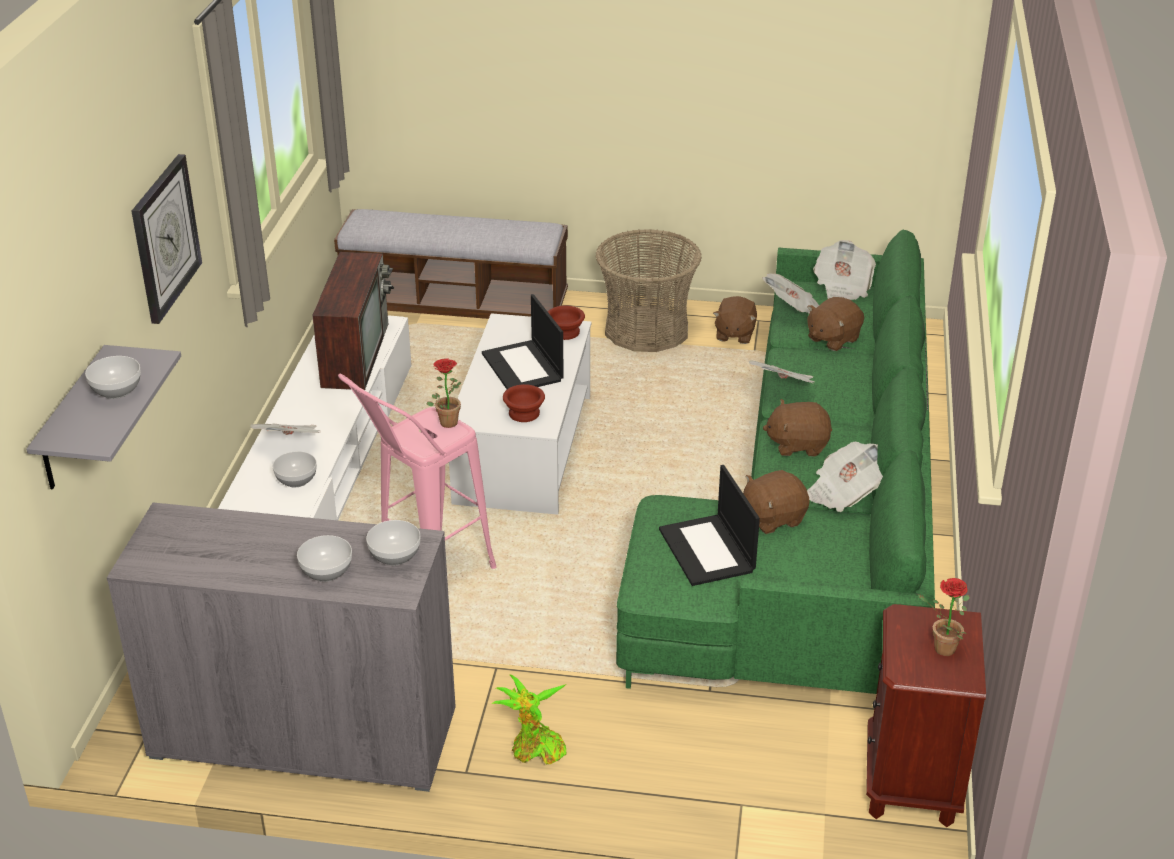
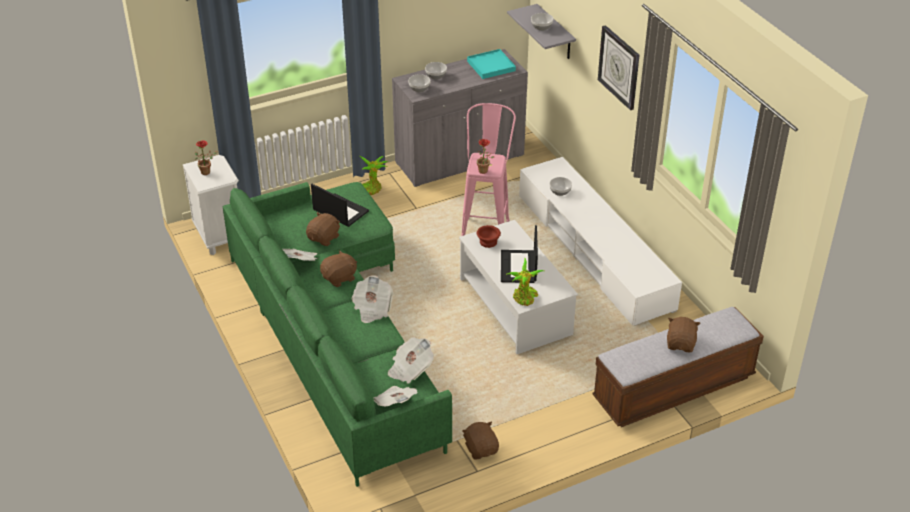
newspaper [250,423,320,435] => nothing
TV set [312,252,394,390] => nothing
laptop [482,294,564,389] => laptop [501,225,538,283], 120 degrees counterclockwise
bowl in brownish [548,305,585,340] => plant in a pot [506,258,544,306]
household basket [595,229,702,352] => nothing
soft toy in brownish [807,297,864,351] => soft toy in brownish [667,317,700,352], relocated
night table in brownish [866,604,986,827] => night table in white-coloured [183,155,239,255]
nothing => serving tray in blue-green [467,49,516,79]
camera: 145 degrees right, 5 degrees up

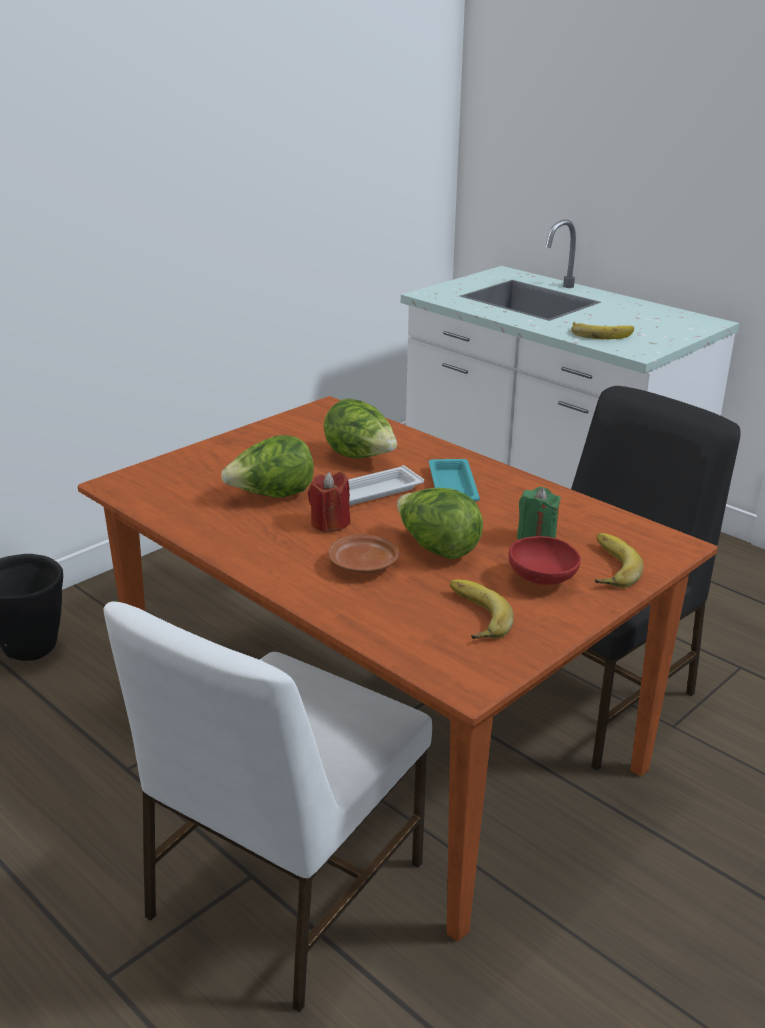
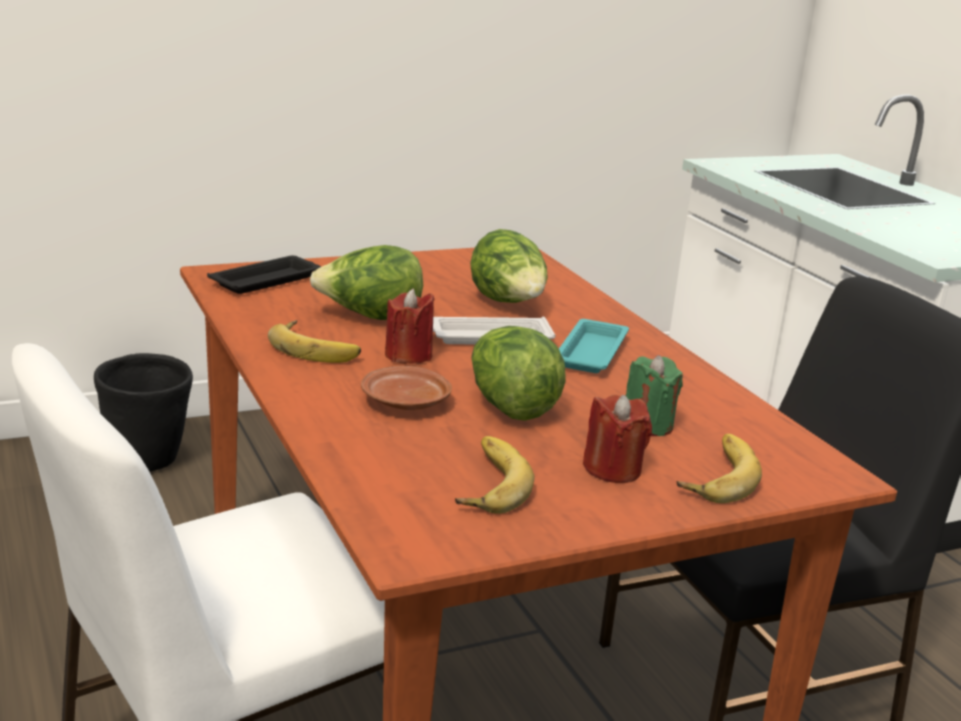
bowl in reddish [509,536,581,585] => candle in reddish [583,395,652,483]
banana [571,321,634,339] => banana [268,320,361,363], relocated
nothing => serving tray in blackish [207,256,321,294]
camera: 20 degrees right, 5 degrees down

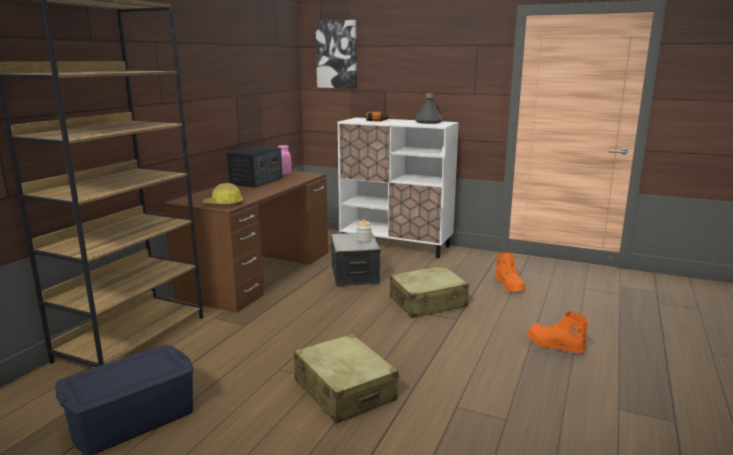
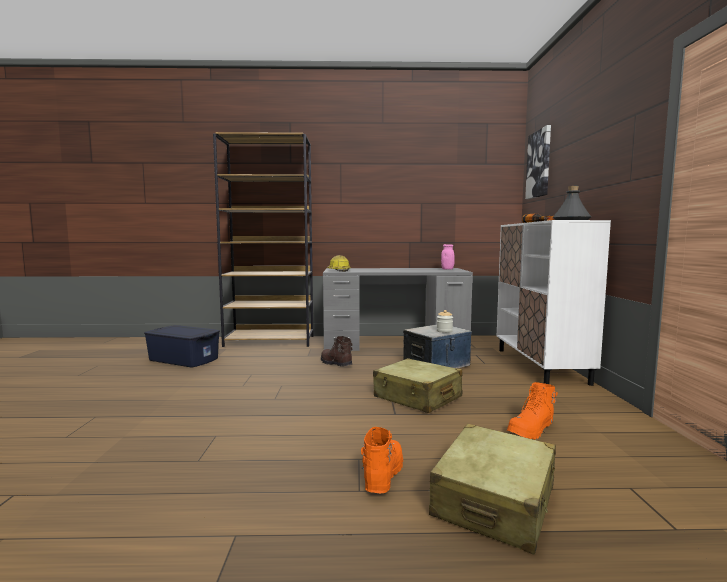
desk table in brownish [163,171,328,313] => desk table in gray [323,268,473,351]
radio set [227,146,283,187] => nothing
travel case in beige [294,333,399,423] => travel case in beige [429,424,556,555], relocated
nothing => tall boot in brownish [321,336,353,367]
camera: 65 degrees right, 10 degrees down

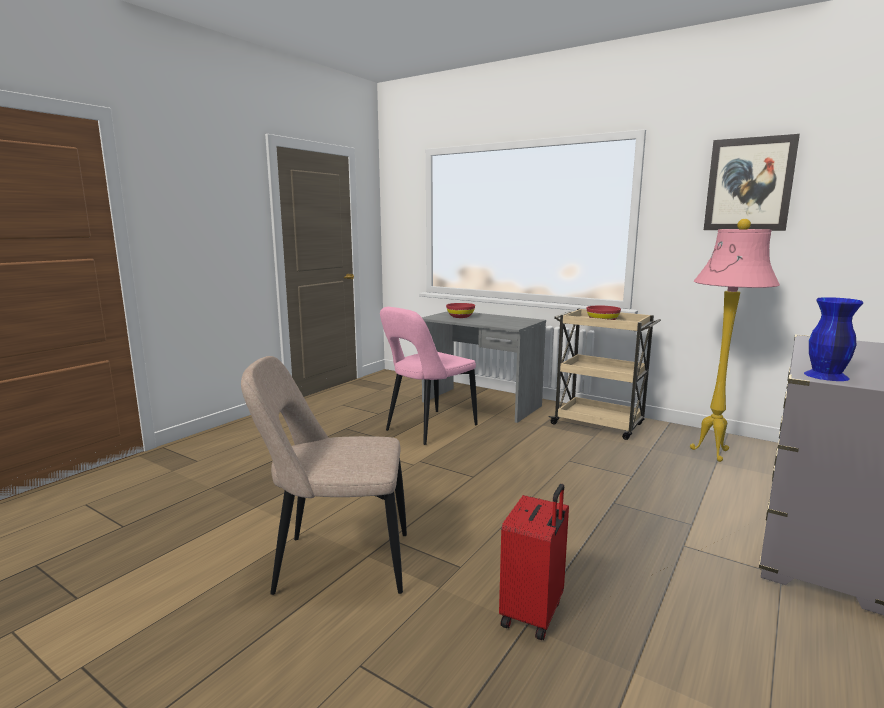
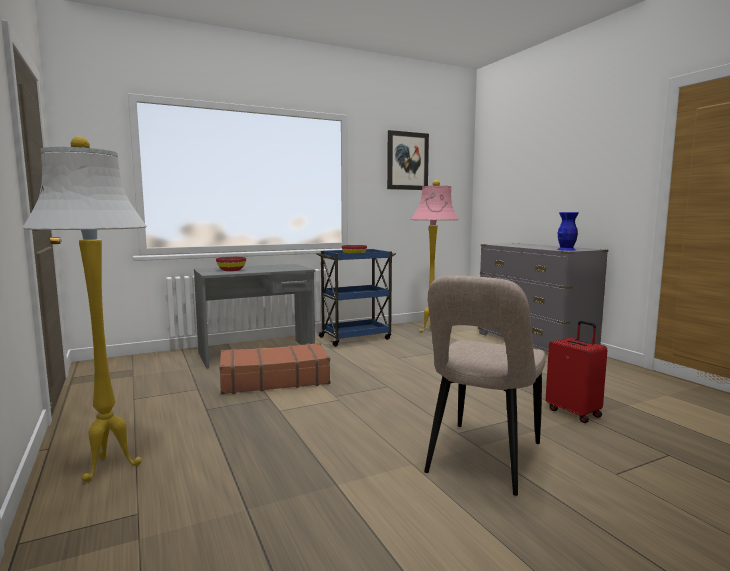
plain chair in pink [380,307,477,445] => travel case in brownish [219,343,331,394]
wheeled cart in beige [548,309,661,440] => wheeled cart in blue-coloured [316,249,396,347]
nothing => floor lamp in white-coloured [22,136,147,482]
camera: 60 degrees left, 5 degrees down

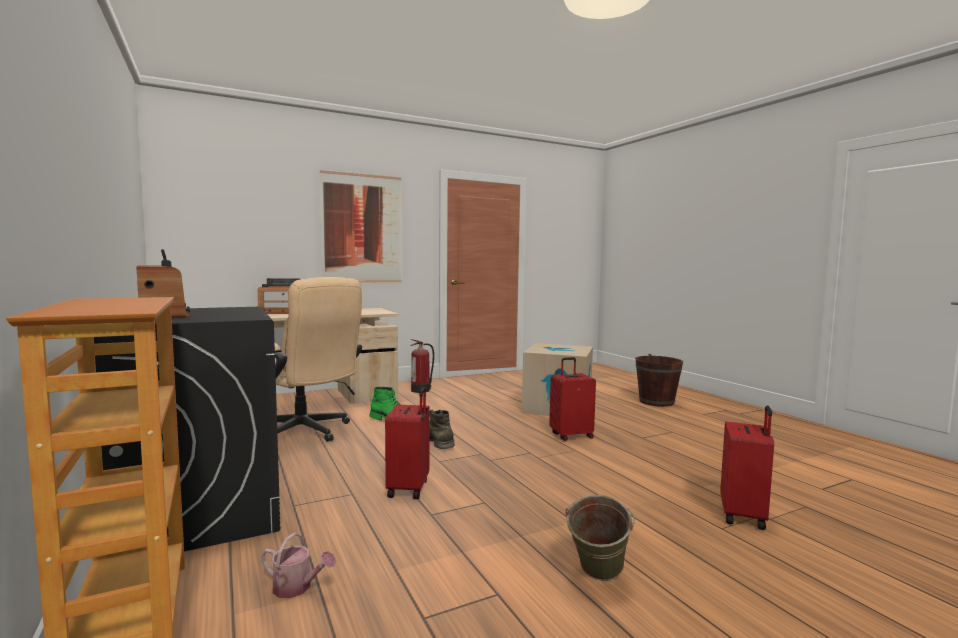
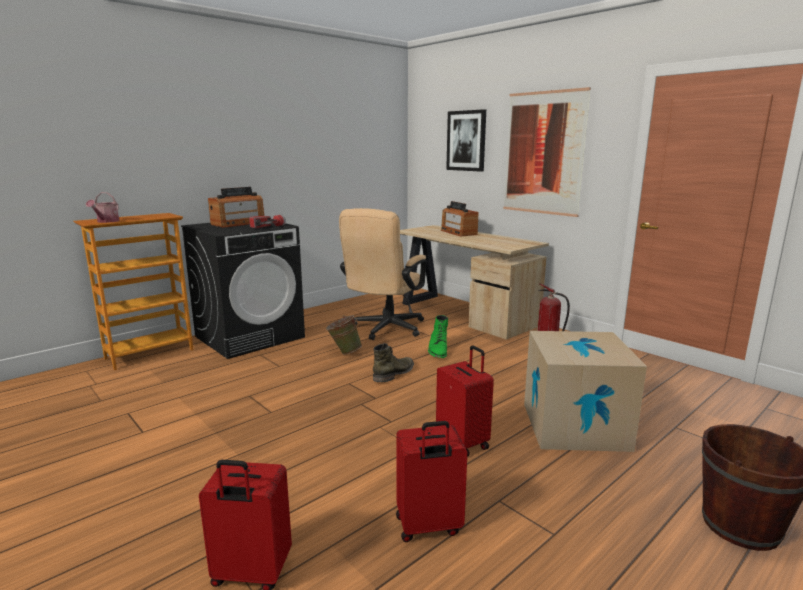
sprinkling can [261,533,336,598] => sprinkling can [86,192,120,223], relocated
travel case in reddish [385,387,430,499] => travel case in reddish [396,421,467,542], relocated
water bucket in green-coloured [565,495,635,581] => water bucket in green-coloured [326,315,362,354], relocated
nothing => flashlight [249,214,286,229]
nothing => wall art [446,109,486,172]
camera: 75 degrees right, 10 degrees up

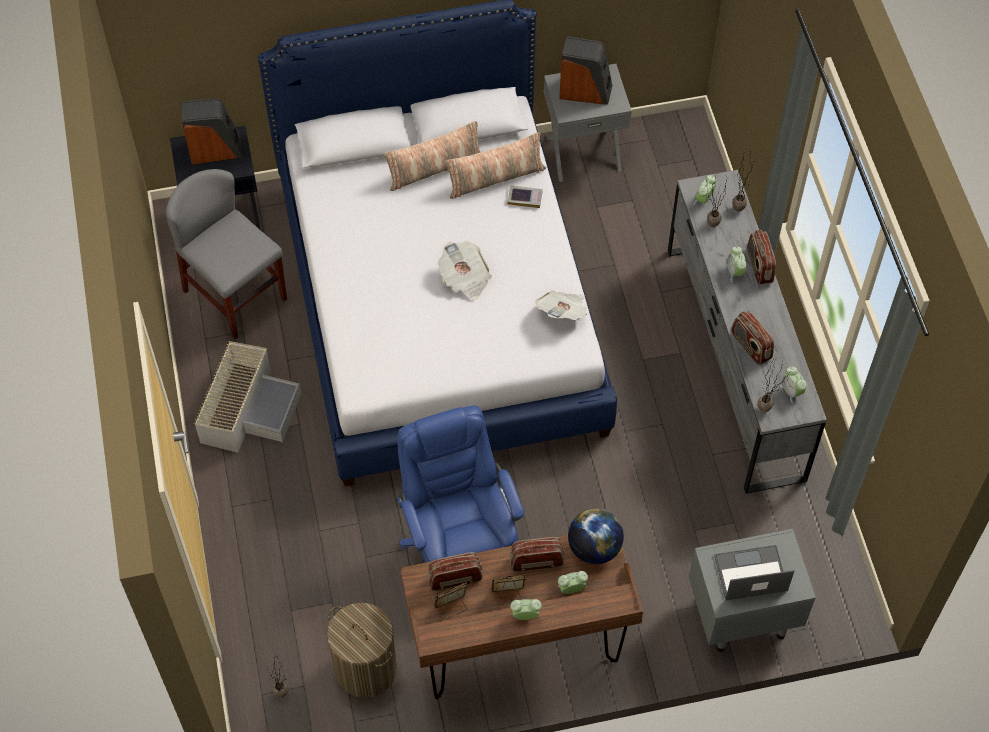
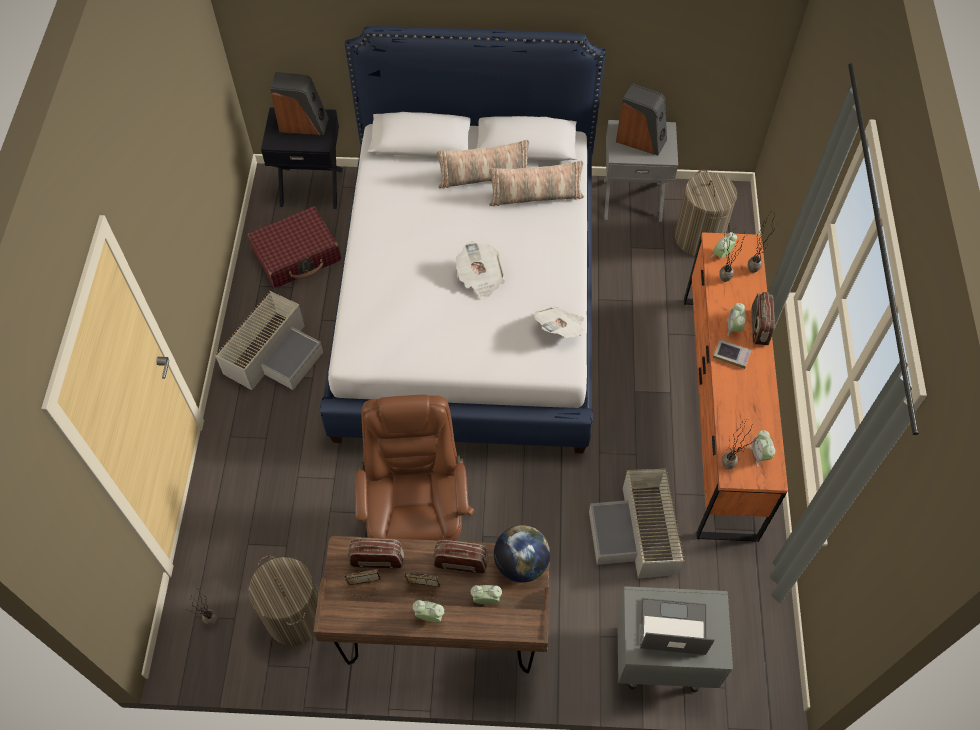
plain chair in gray [166,169,287,339] => travel case in reddish [248,206,341,288]
computer chair in blue-coloured [397,405,524,563] => computer chair in brownish [355,395,475,541]
volume [508,185,543,208] => volume [713,339,752,369], relocated
dresser in gray [668,170,827,494] => dresser in orange-coloured [684,232,788,542]
radio set [731,311,774,365] => nothing
nothing => storage box in gray [589,469,685,579]
nothing => washing basket [675,170,737,256]
camera: 15 degrees right, 0 degrees up

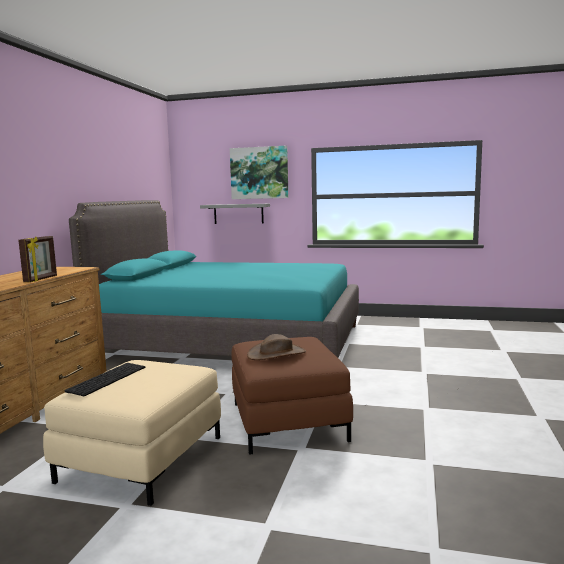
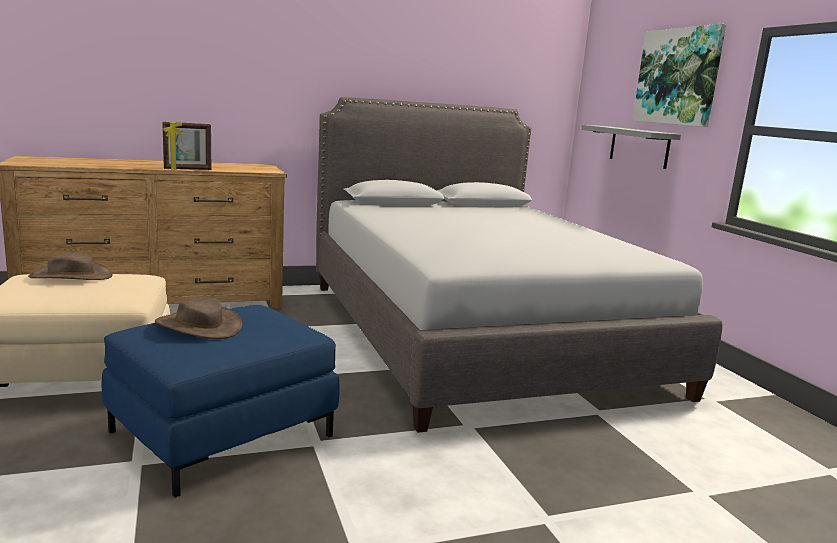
keyboard [64,363,146,396] => hat in brownish [28,252,113,280]
bed in blue-green [69,200,359,357] => bed in gray [316,97,723,433]
pouffe in brownish [231,337,353,455] => pouffe in blue-coloured [102,305,340,498]
camera: 55 degrees right, 5 degrees up

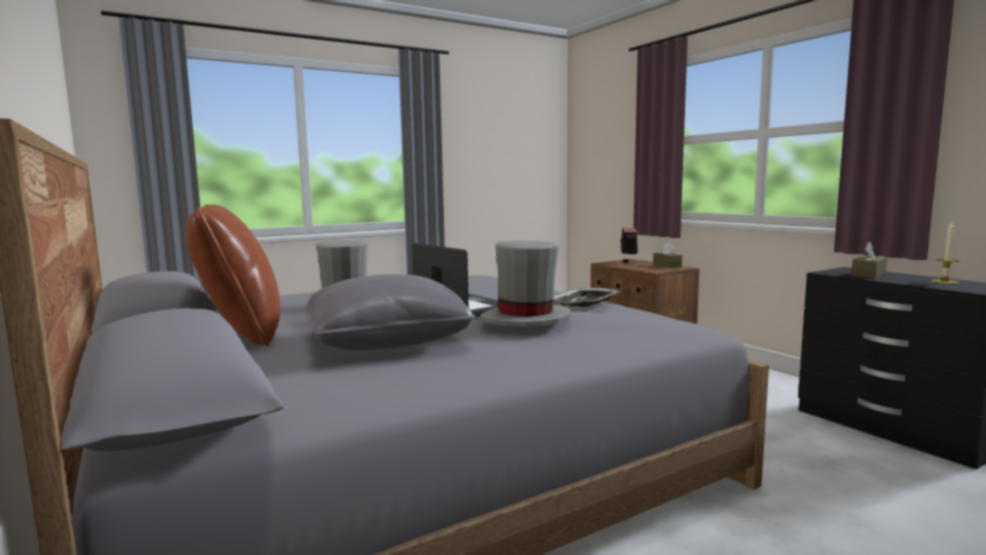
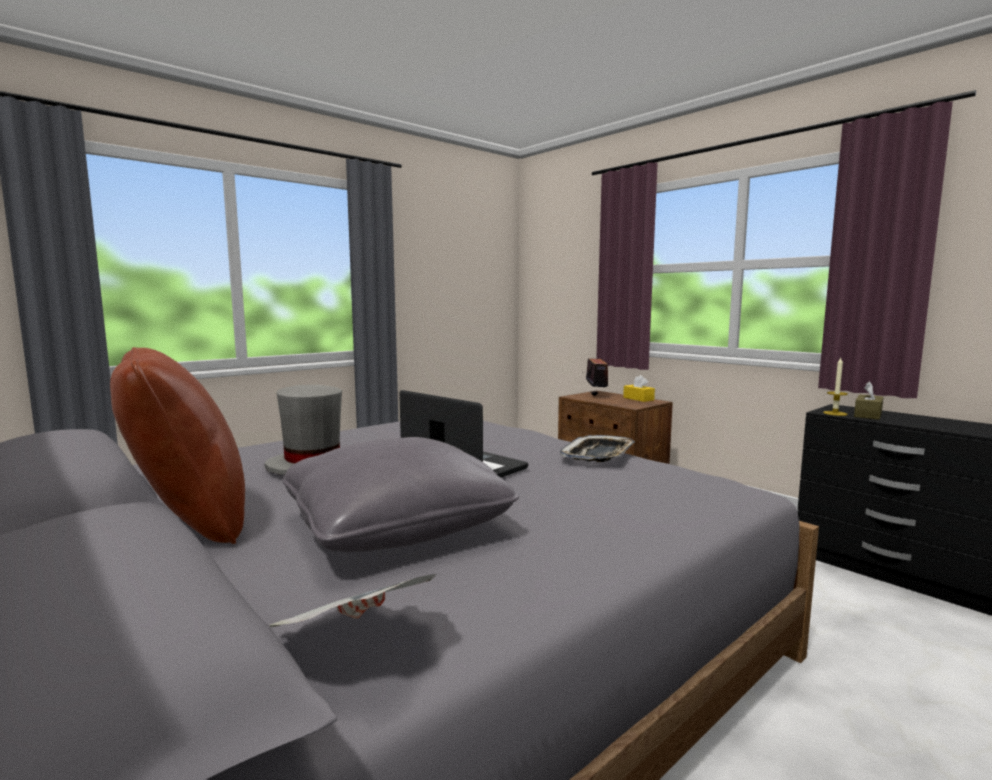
hat in gray [481,240,571,327] => nothing
tissue box in brownish [653,243,682,268] => tissue box in yellowish [623,375,655,402]
candle [931,222,960,284] => candle [823,358,848,416], relocated
nothing => newspaper [269,574,437,627]
camera: 10 degrees left, 0 degrees up

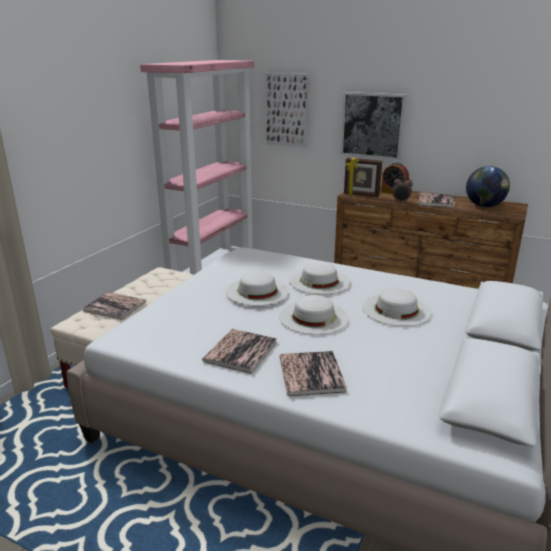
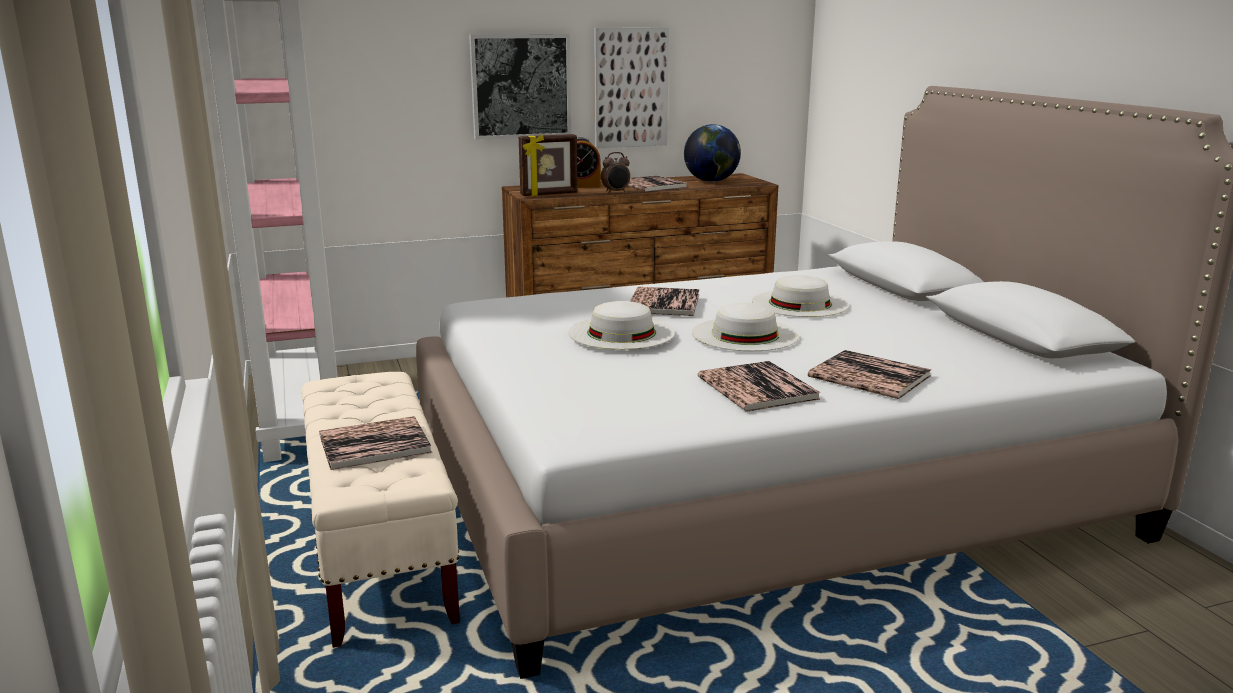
wall art [265,73,310,148] => wall art [594,28,669,148], relocated
hat in white-coloured [289,262,350,294] => volume [630,287,700,316]
camera: 45 degrees left, 5 degrees down

